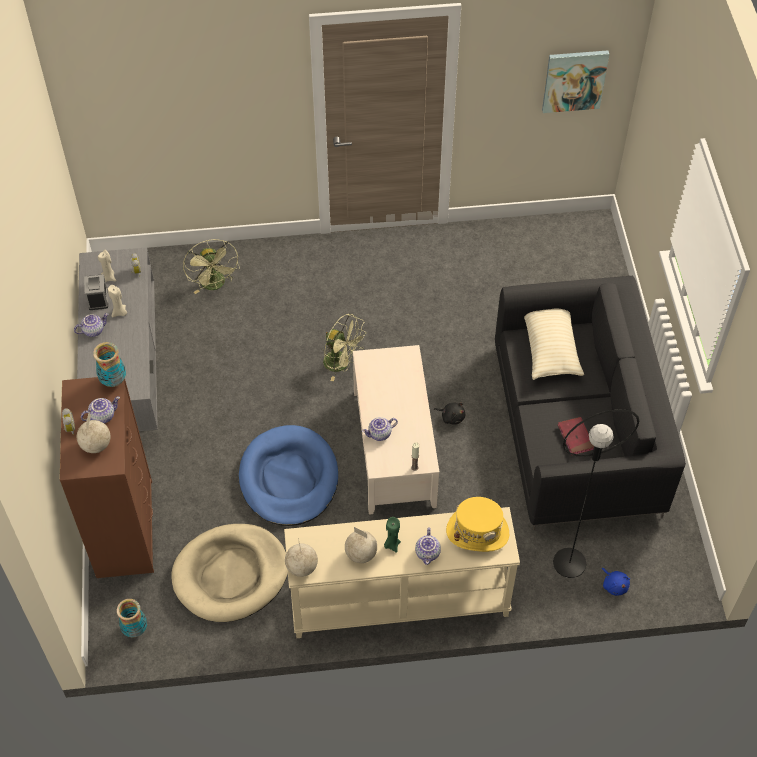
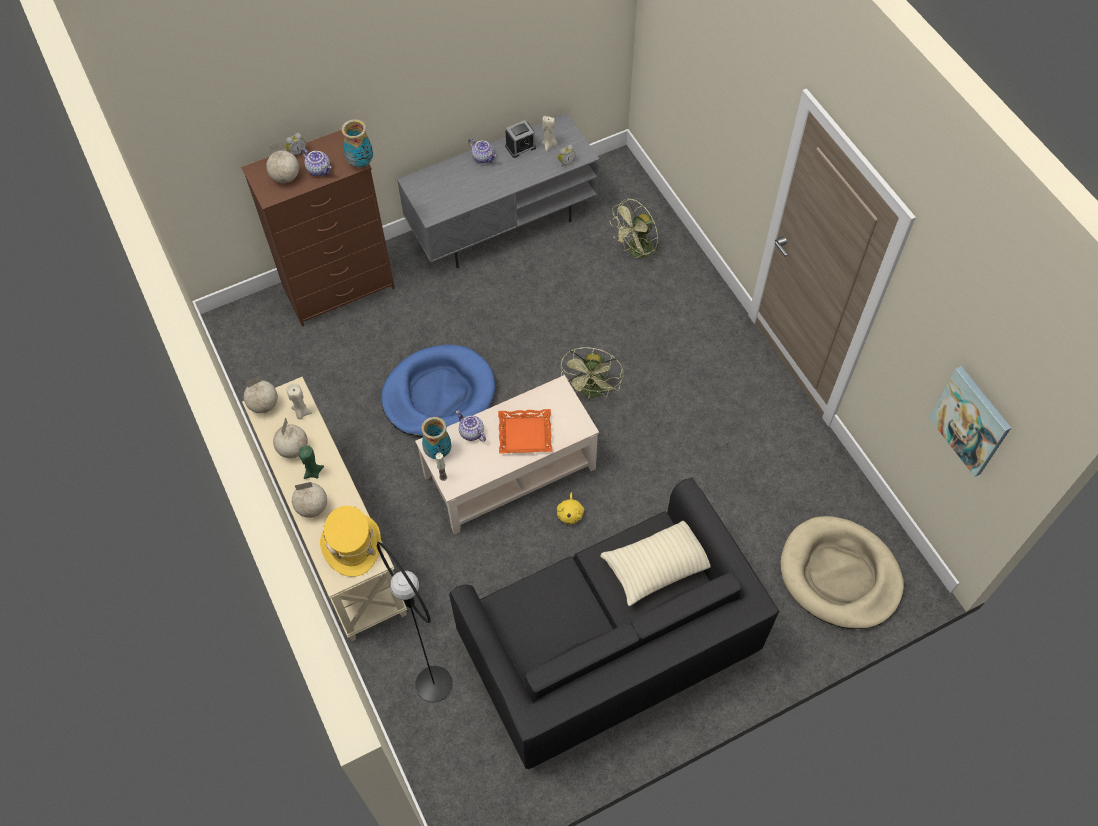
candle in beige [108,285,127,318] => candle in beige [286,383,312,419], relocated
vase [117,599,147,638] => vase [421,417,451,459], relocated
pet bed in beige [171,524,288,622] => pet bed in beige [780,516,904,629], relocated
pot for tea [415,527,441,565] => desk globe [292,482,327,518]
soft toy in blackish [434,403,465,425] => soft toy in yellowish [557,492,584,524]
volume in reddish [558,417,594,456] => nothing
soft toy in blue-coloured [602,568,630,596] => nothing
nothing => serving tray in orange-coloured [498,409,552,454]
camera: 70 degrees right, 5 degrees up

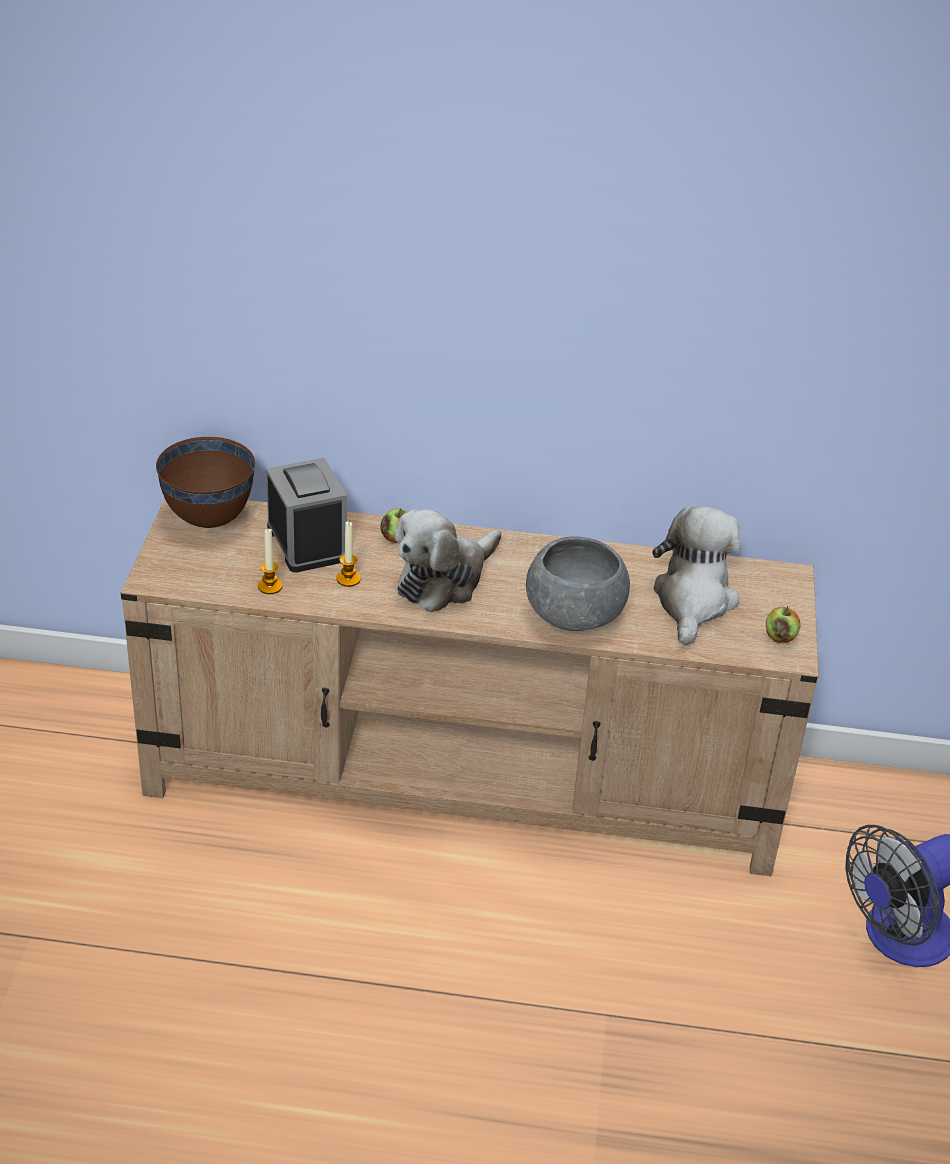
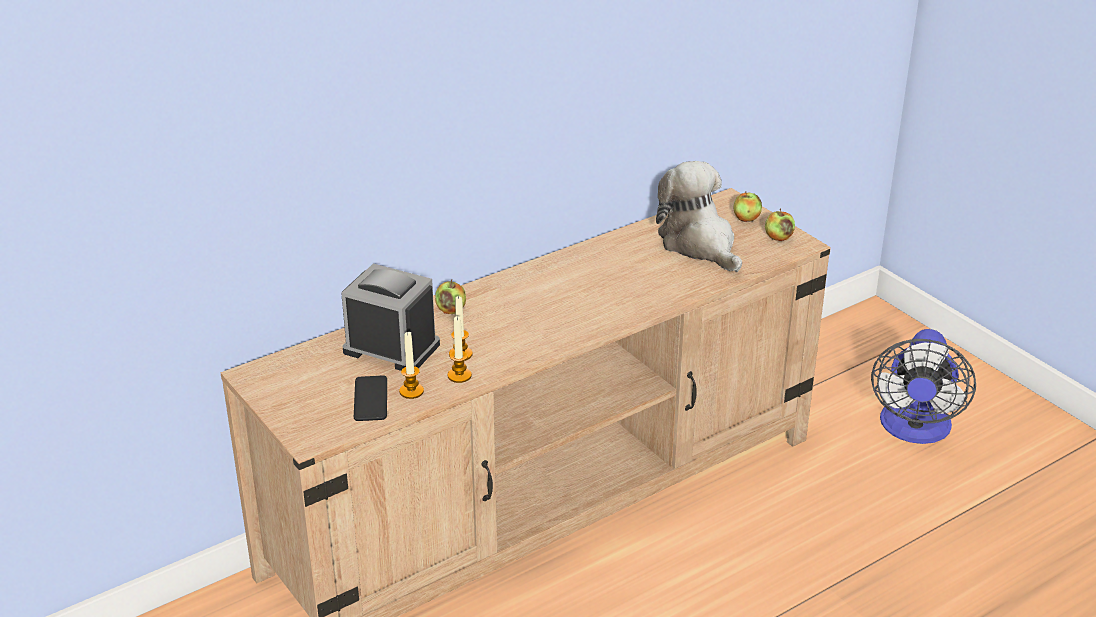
bowl in brownish [156,437,255,528] => nothing
soft toy [395,509,501,612] => nothing
bowl in gray [526,536,630,631] => nothing
nothing => phone [354,376,387,421]
nothing => candle [448,316,472,383]
nothing => apple fruit [733,191,762,222]
camera: 40 degrees left, 5 degrees down

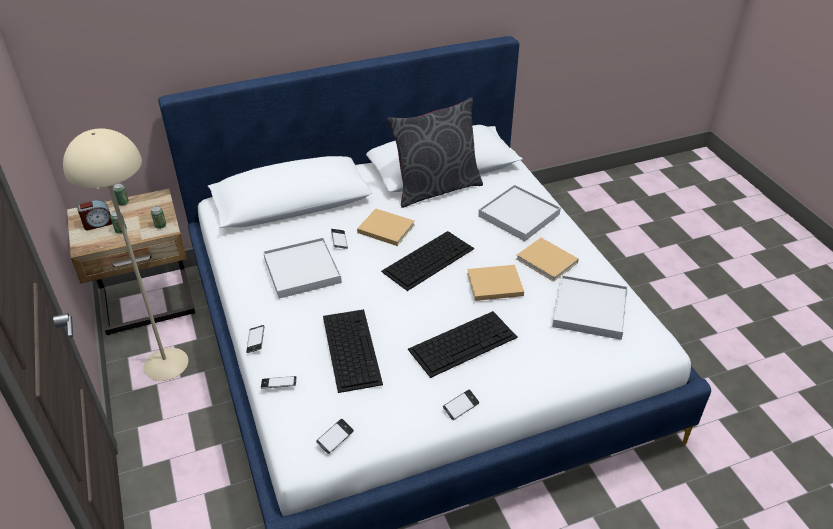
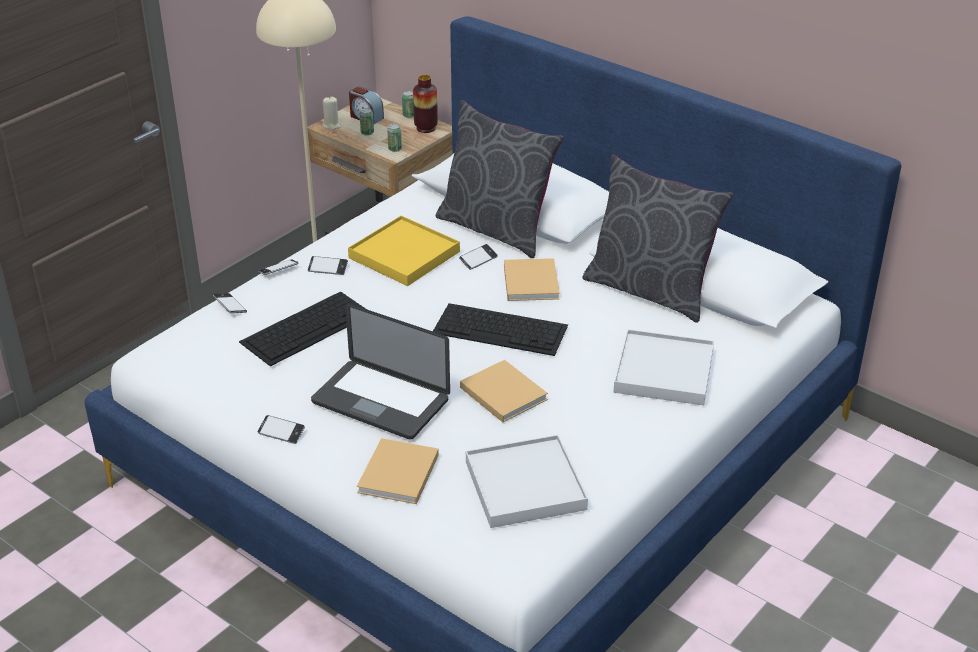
serving tray in white-coloured [263,237,342,299] => serving tray in yellowish [348,216,460,286]
phone [316,419,354,454] => phone [308,256,348,275], relocated
keyboard [408,311,518,378] => laptop [311,303,450,440]
volume in beige [516,238,579,282] => volume in beige [357,438,439,504], relocated
nothing => candle in beige [323,97,341,130]
nothing => vase [413,75,438,133]
nothing => cushion in gray [436,100,564,258]
camera: 60 degrees right, 5 degrees down

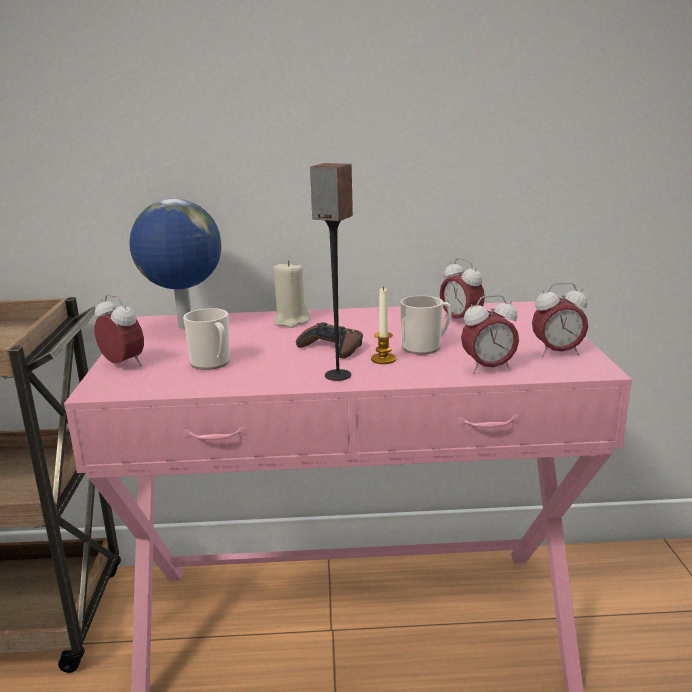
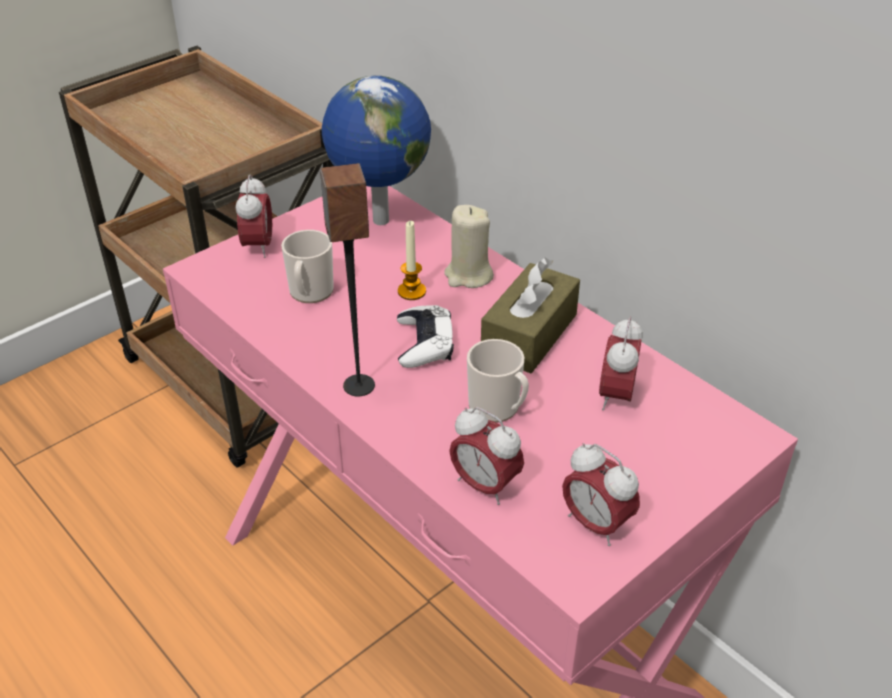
joypad in brownish [296,322,363,359] => joypad in white-coloured [397,305,454,368]
candle [371,287,396,364] => candle [398,221,426,300], relocated
nothing => tissue box in brownish [481,257,580,373]
camera: 50 degrees right, 20 degrees up

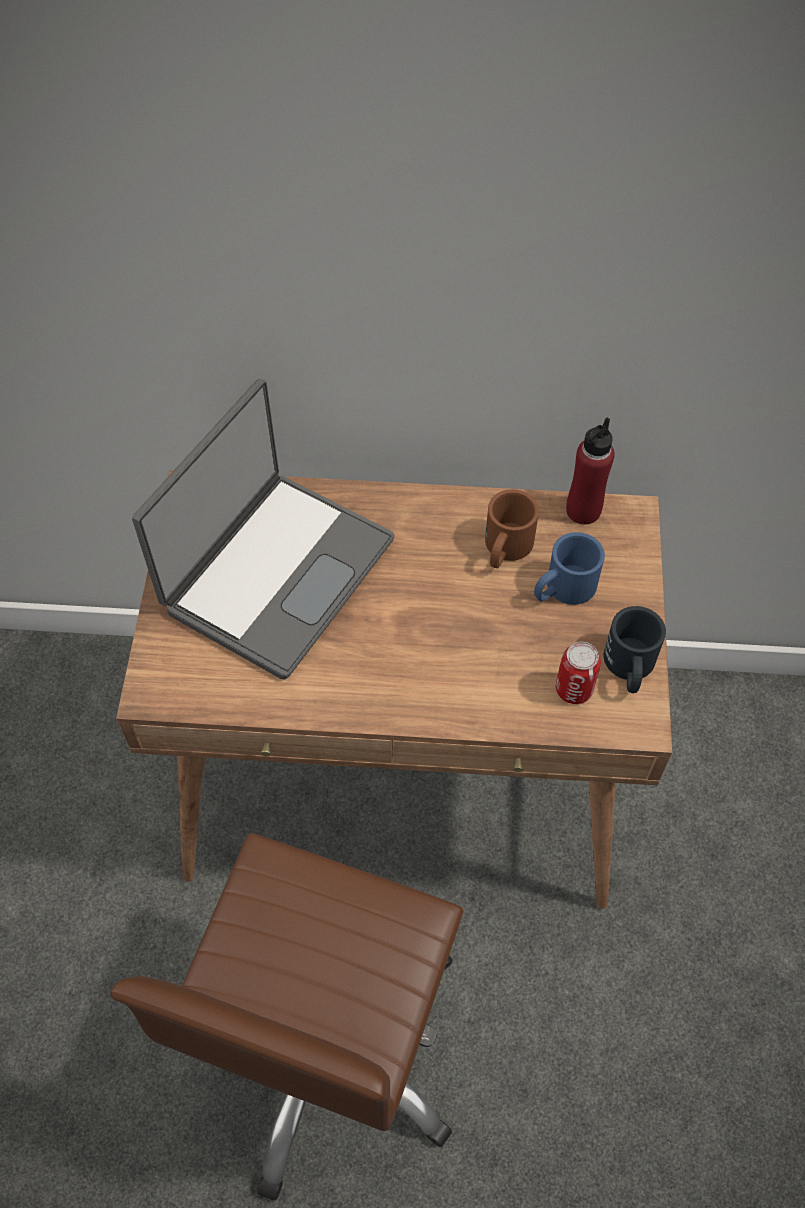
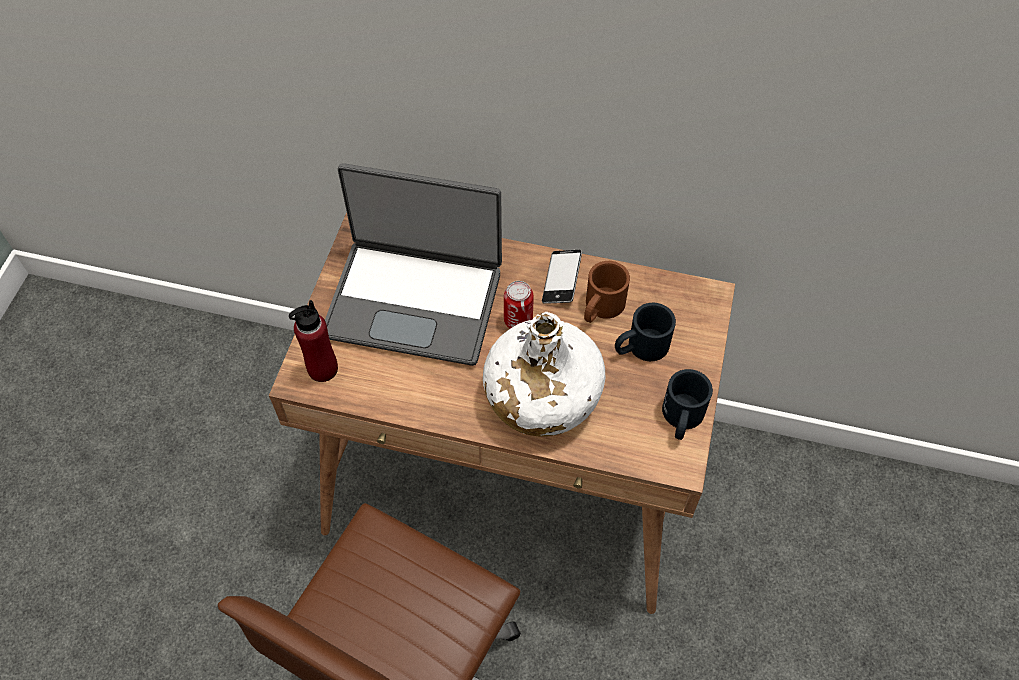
laptop [132,379,395,680] => laptop [325,163,502,366], 60 degrees clockwise
mug in blue-coloured [534,532,605,605] => mug in blackish [615,303,676,361]
sealed can [556,642,601,704] => sealed can [504,281,533,328], relocated
beverage bottle in reddish [566,418,615,525] => beverage bottle in reddish [289,300,338,382], relocated
nothing => beverage bottle in white-coloured [483,312,605,437]
nothing => phone [542,250,582,304]
camera: 10 degrees right, 0 degrees up

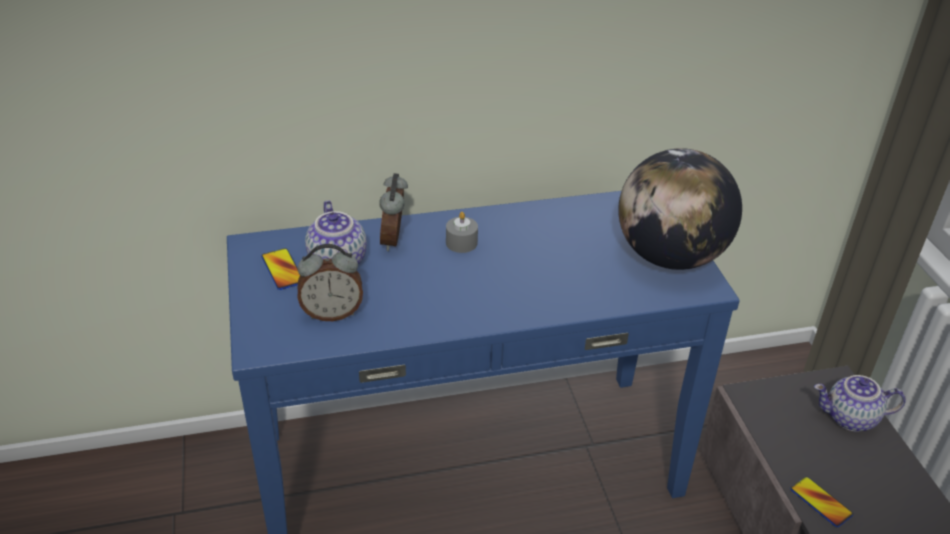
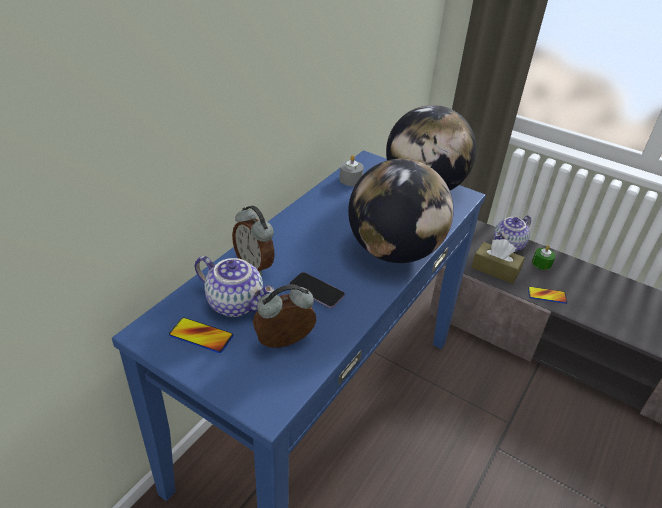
bedside clock [297,244,363,321] => bedside clock [253,285,316,348], 150 degrees counterclockwise
candle in gray [446,212,478,253] => candle in gray [339,155,364,186], relocated
nothing => phone [289,272,345,308]
nothing => desk globe [348,158,454,263]
nothing => tissue box in brownish [472,239,525,284]
nothing => candle in green-coloured [532,245,555,270]
camera: 45 degrees left, 0 degrees up

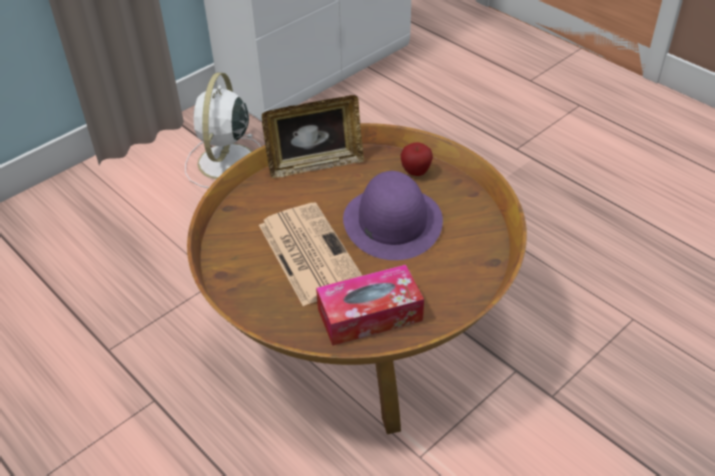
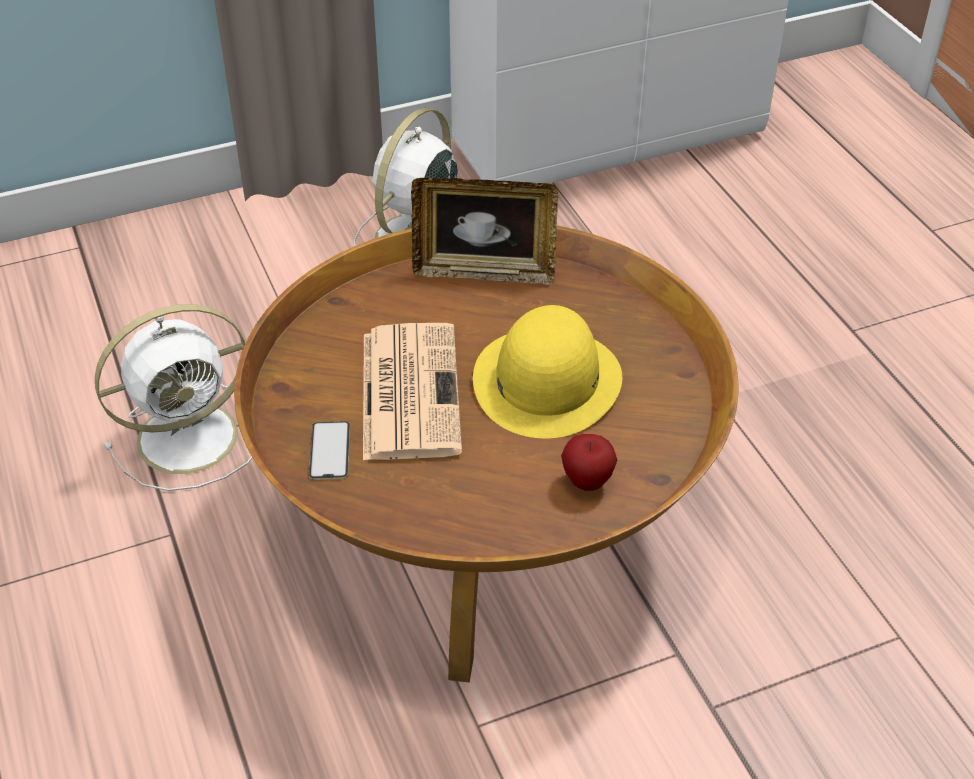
tissue box [316,265,424,346] => nothing
hat in purplish [343,171,443,260] => hat in yellowish [473,305,622,438]
apple fruit [401,142,433,176] => apple fruit [561,434,618,491], relocated
nothing => cooling fan in white-coloured [95,304,252,491]
nothing => phone [309,421,350,480]
camera: 20 degrees right, 0 degrees up

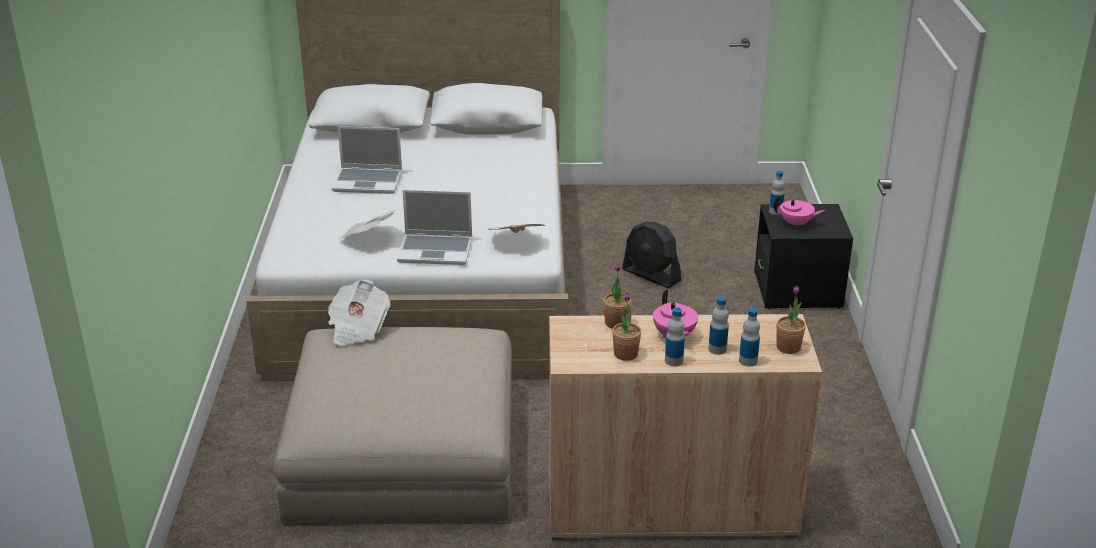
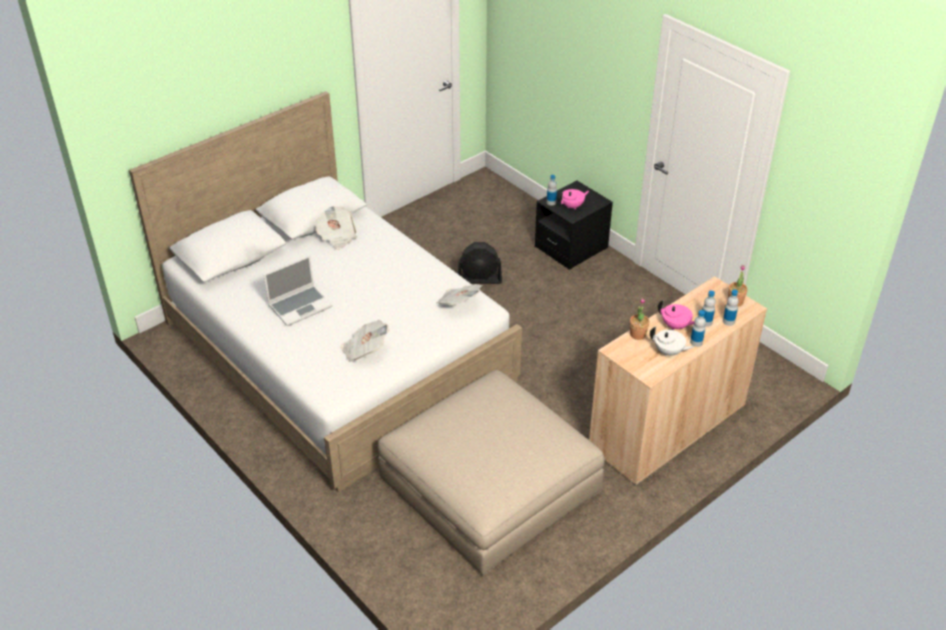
newspaper [328,279,390,345] => newspaper [315,206,357,250], relocated
laptop [397,190,472,265] => nothing
plant in a pot [612,292,641,361] => pot for tea in white-coloured [650,327,694,357]
camera: 40 degrees left, 10 degrees up

